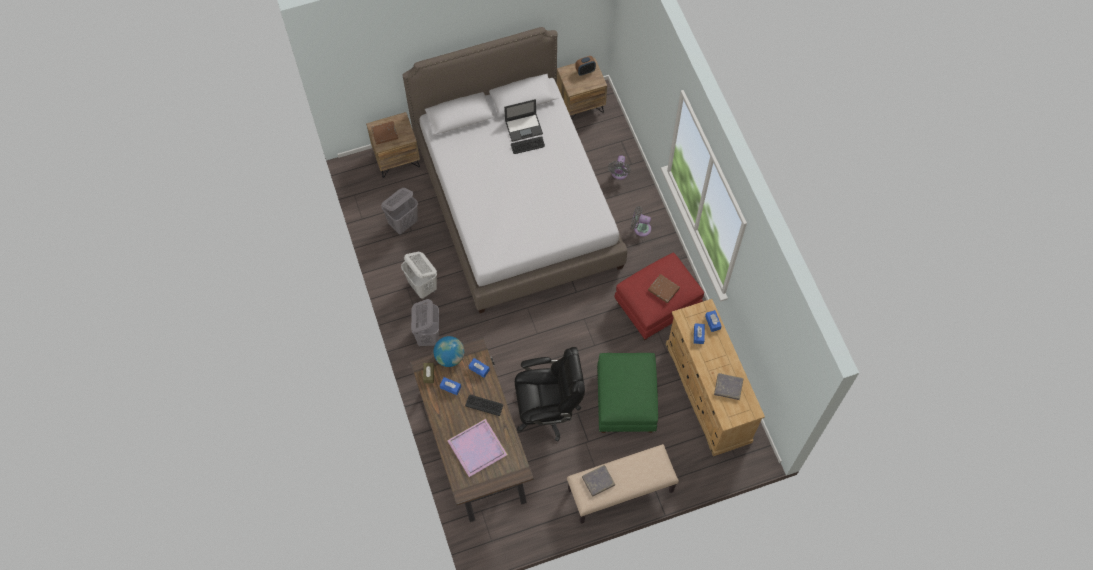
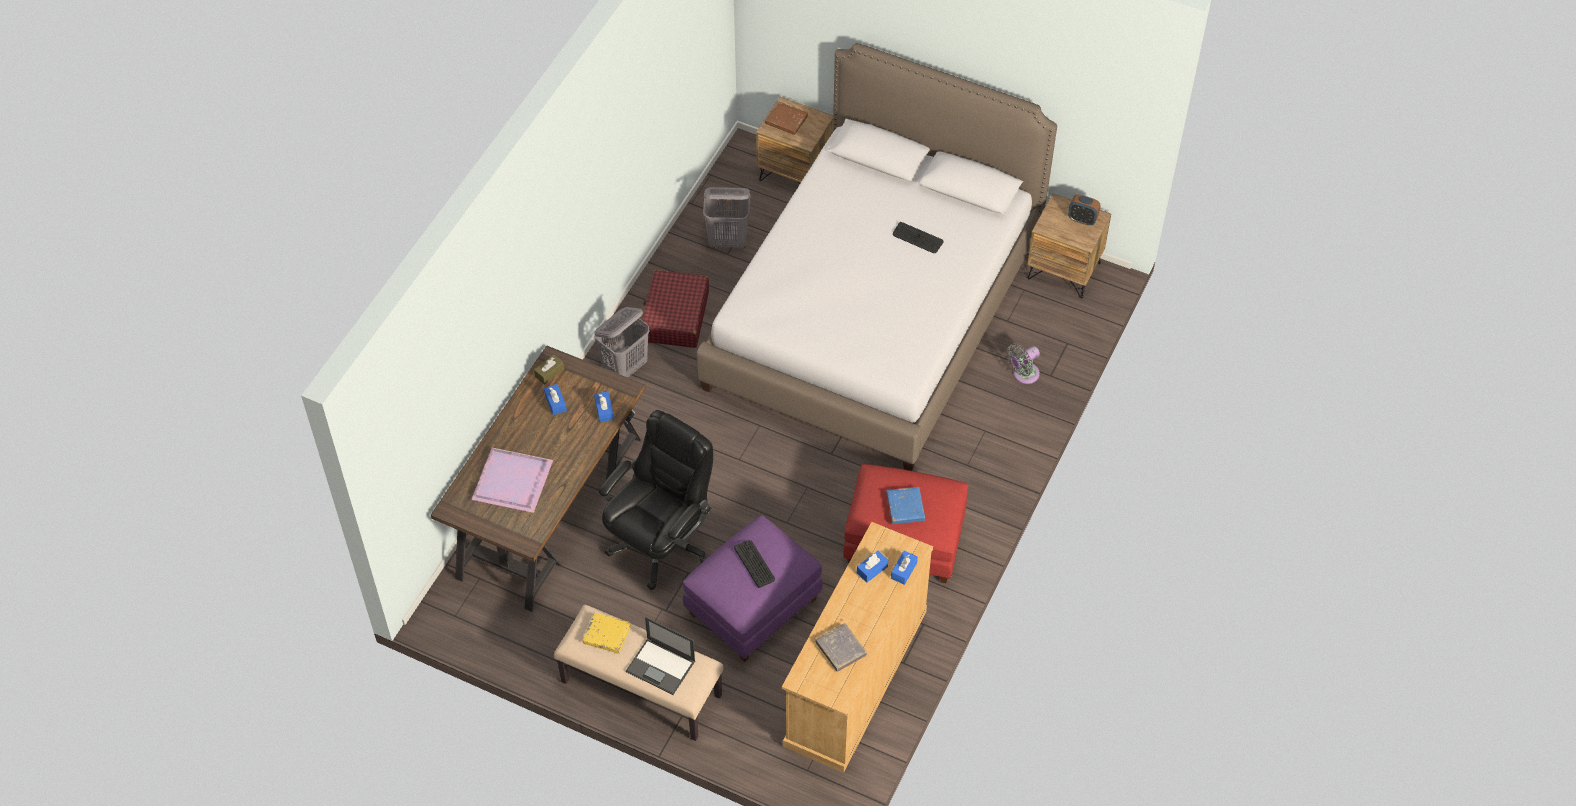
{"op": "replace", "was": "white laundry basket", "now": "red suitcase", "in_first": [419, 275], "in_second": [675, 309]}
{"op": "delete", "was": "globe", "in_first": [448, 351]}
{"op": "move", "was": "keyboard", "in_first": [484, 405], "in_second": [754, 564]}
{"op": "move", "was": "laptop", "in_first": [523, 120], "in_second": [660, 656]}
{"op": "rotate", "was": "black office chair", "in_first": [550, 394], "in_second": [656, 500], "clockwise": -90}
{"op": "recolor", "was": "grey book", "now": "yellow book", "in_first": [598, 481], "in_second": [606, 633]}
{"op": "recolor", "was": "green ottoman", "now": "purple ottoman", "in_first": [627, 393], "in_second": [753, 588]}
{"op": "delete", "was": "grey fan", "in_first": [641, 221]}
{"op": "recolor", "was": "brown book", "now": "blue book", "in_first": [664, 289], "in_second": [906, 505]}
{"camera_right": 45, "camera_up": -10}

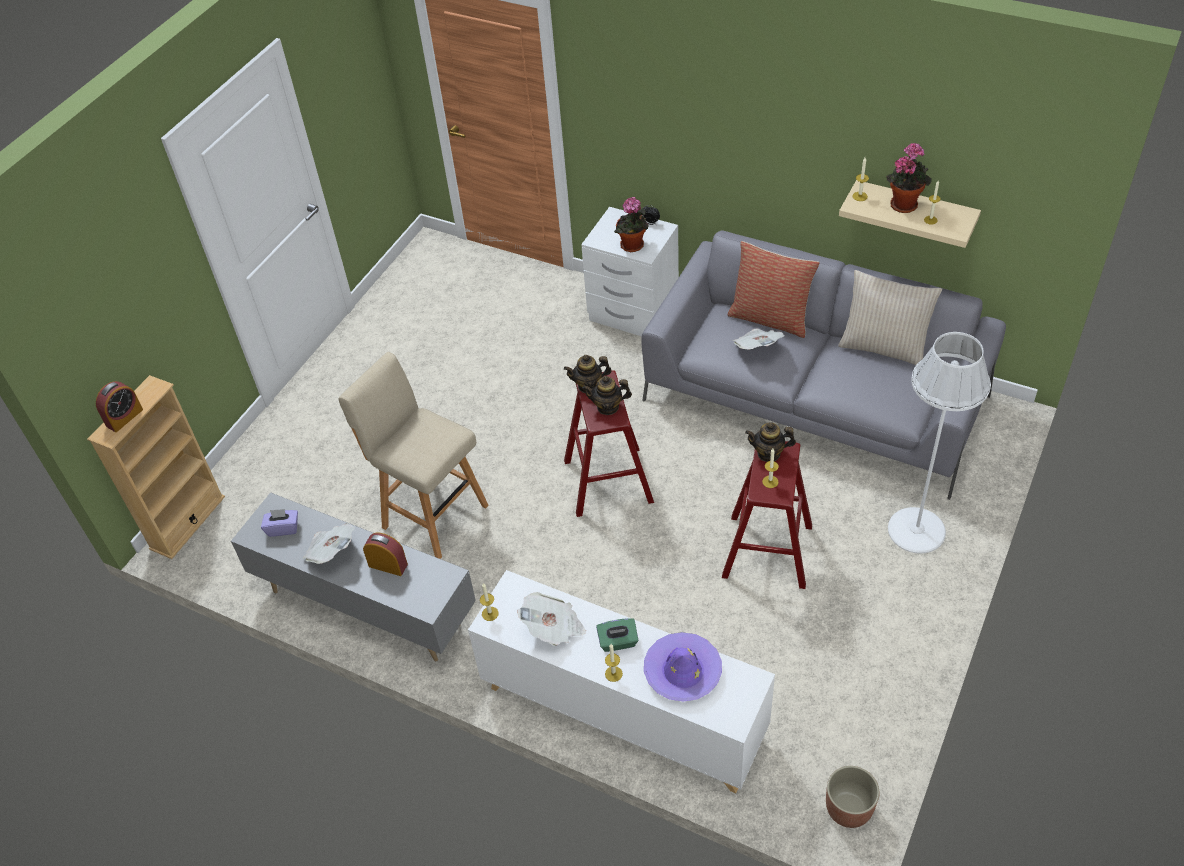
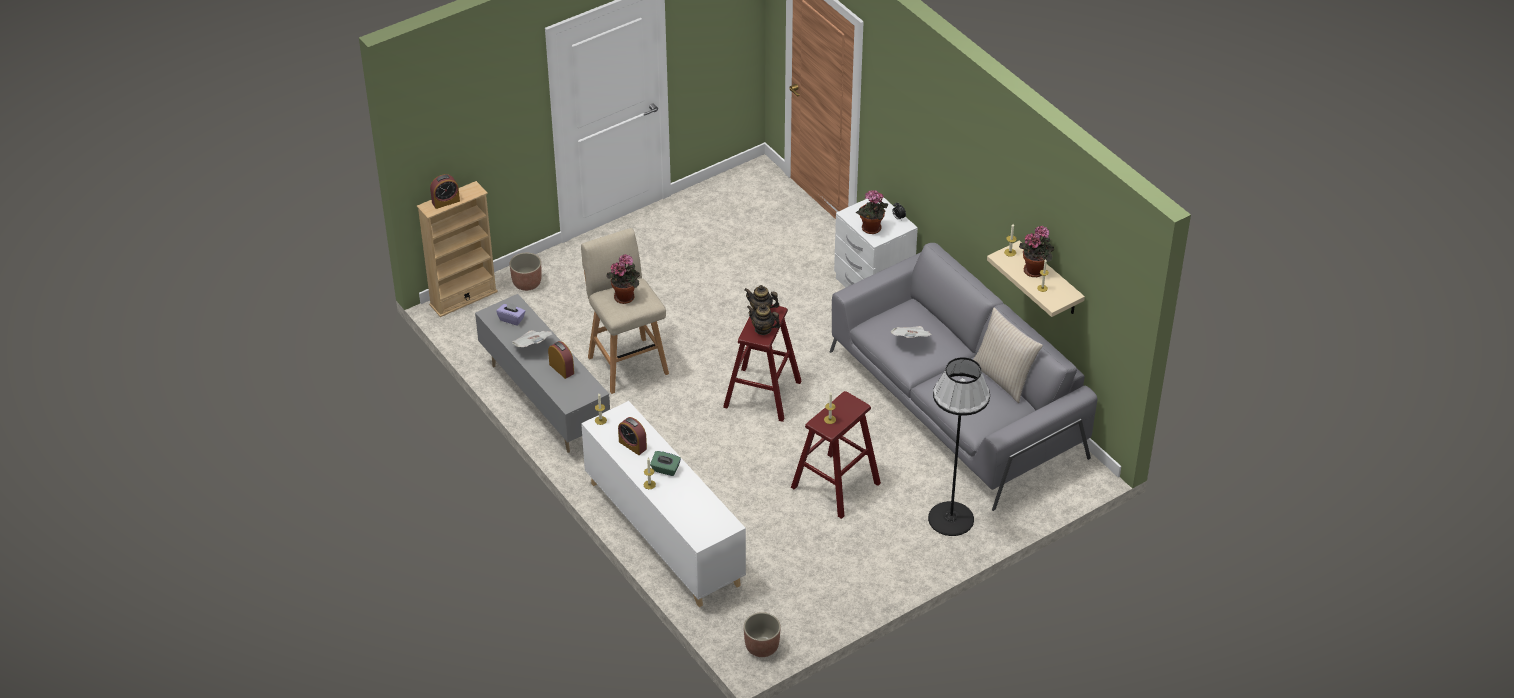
{"op": "replace", "was": "newspaper", "now": "alarm clock", "in_first": [551, 619], "in_second": [632, 436]}
{"op": "delete", "was": "purple hat", "in_first": [683, 667]}
{"op": "delete", "was": "pillow", "in_first": [774, 289]}
{"op": "delete", "was": "teapot", "in_first": [770, 442]}
{"op": "recolor", "was": "white floor lamp", "now": "black floor lamp", "in_first": [939, 443], "in_second": [959, 446]}
{"op": "insert", "now": "planter", "in_second": [525, 272]}
{"op": "insert", "now": "potted plant", "in_second": [623, 279]}
{"camera_right": 25, "camera_up": -5}

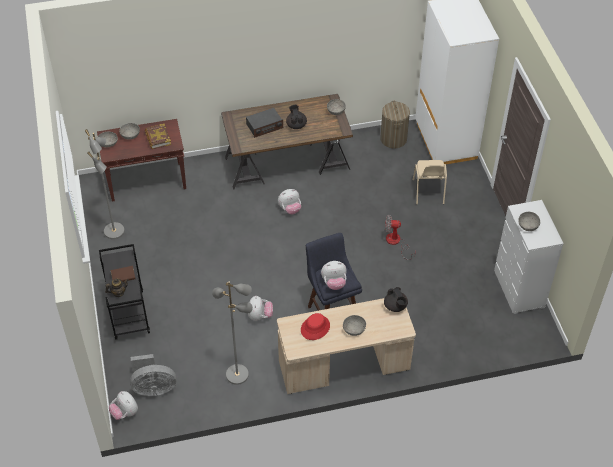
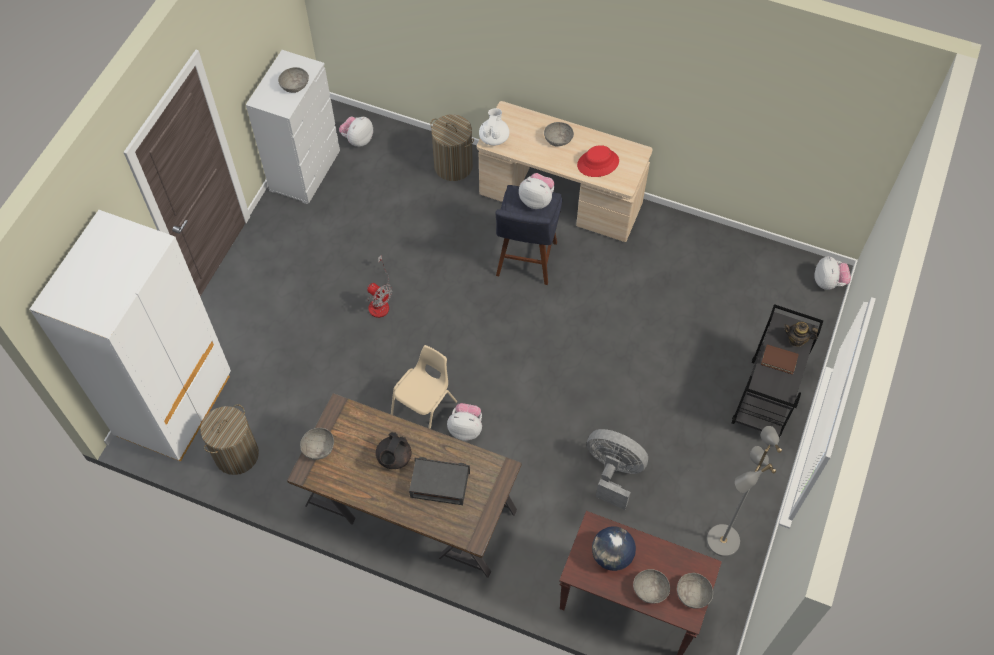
{"op": "move", "was": "grey fan", "in_first": [153, 375], "in_second": [617, 469]}
{"op": "replace", "was": "book", "now": "globe", "in_first": [158, 136], "in_second": [614, 548]}
{"op": "delete", "was": "grey floor lamp", "in_first": [232, 333]}
{"op": "move", "was": "plush toy", "in_first": [260, 308], "in_second": [356, 132]}
{"op": "recolor", "was": "black teapot", "now": "white teapot", "in_first": [396, 299], "in_second": [494, 127]}
{"op": "move", "was": "beige chair", "in_first": [430, 182], "in_second": [424, 387]}
{"op": "insert", "now": "laundry basket", "in_second": [452, 147]}
{"camera_right": -145, "camera_up": 10}

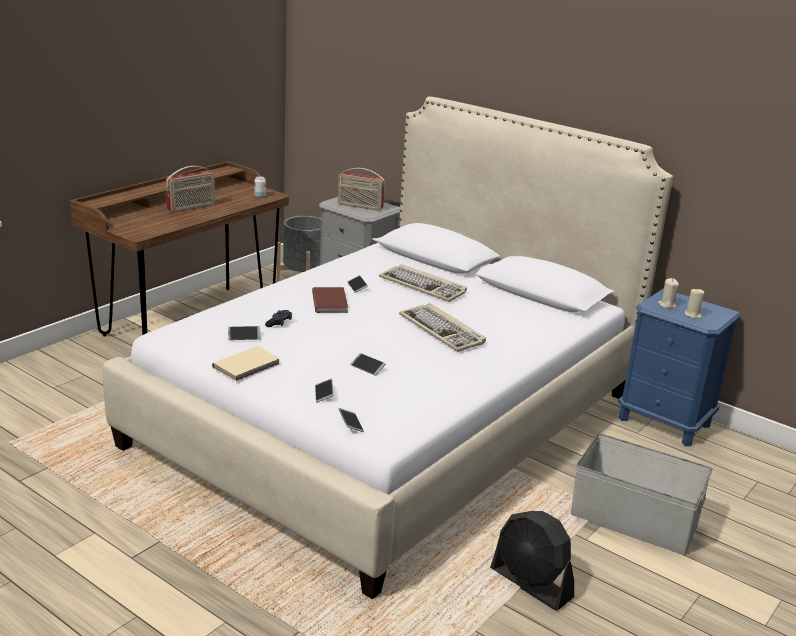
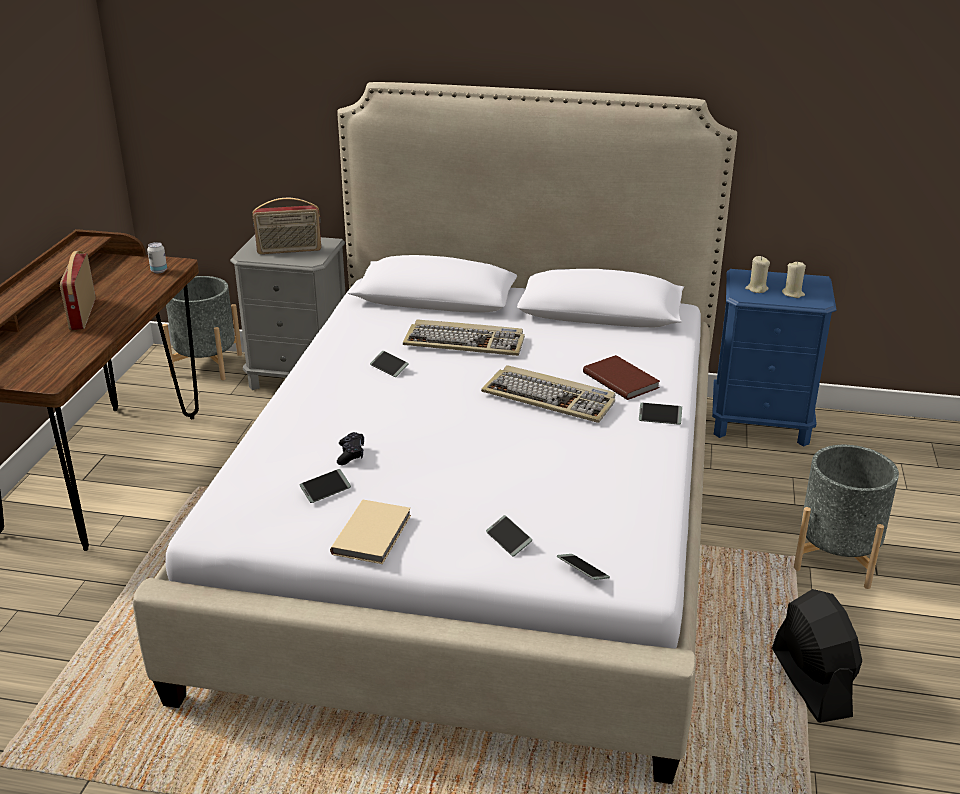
{"op": "rotate", "was": "radio", "in_first": [190, 189], "in_second": [78, 290], "clockwise": 150}
{"op": "move", "was": "brown book", "in_first": [330, 300], "in_second": [621, 377]}
{"op": "move", "was": "phone", "in_first": [368, 364], "in_second": [660, 414]}
{"op": "rotate", "was": "black fan", "in_first": [532, 561], "in_second": [817, 656], "clockwise": -120}
{"op": "replace", "was": "grey storage box", "now": "grey planter", "in_first": [642, 494], "in_second": [846, 517]}
{"camera_right": -25, "camera_up": 5}

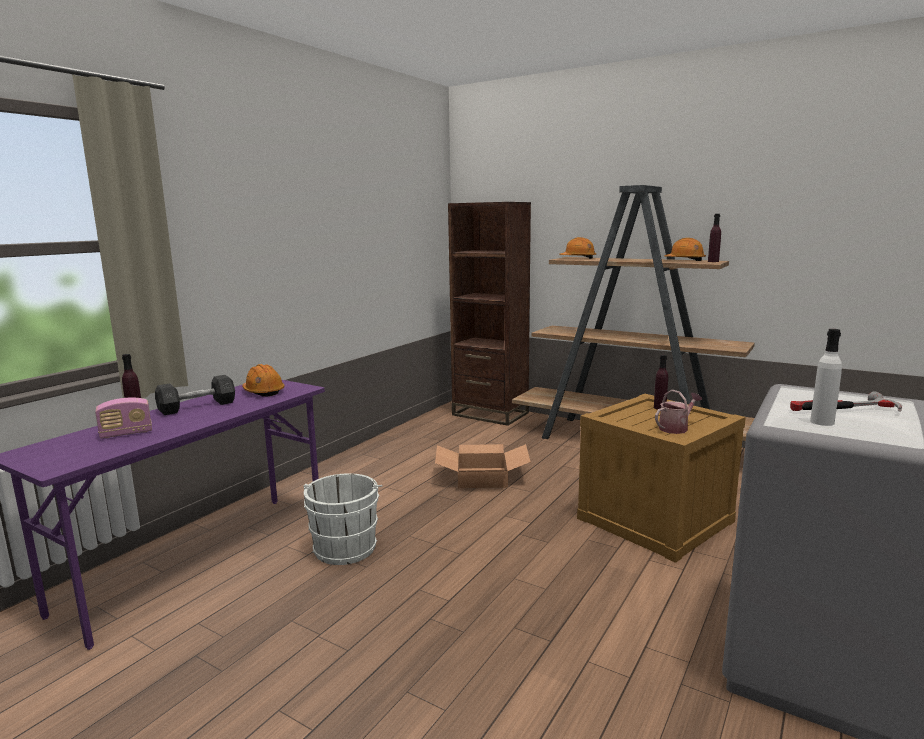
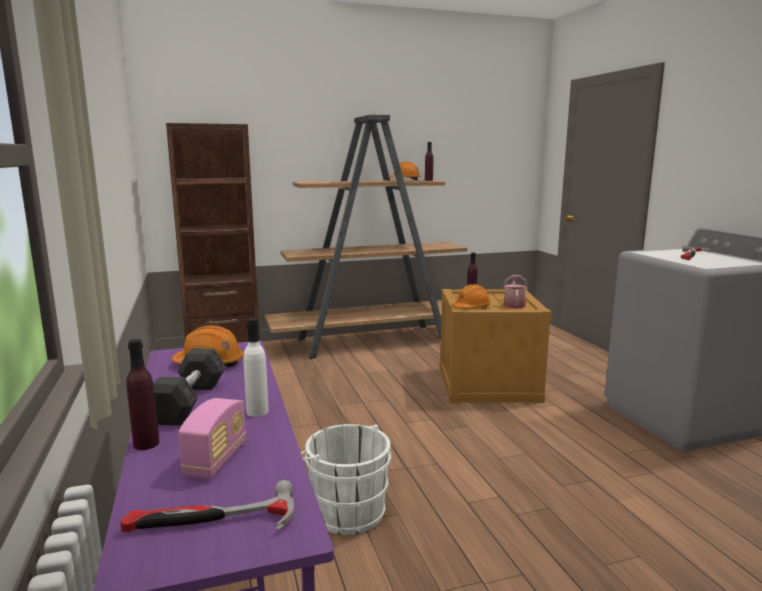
{"op": "delete", "was": "cardboard box", "in_first": [483, 466]}
{"op": "move", "was": "orange hard hat", "in_first": [577, 248], "in_second": [471, 296]}
{"op": "move", "was": "white bottle", "in_first": [826, 377], "in_second": [256, 367]}
{"op": "insert", "now": "hammer", "in_second": [207, 506]}
{"camera_right": -50, "camera_up": 0}

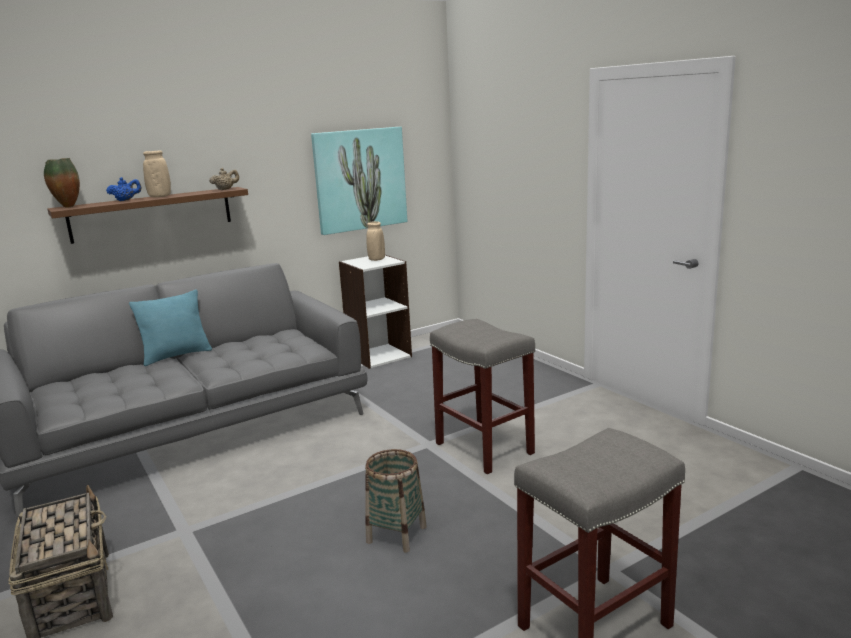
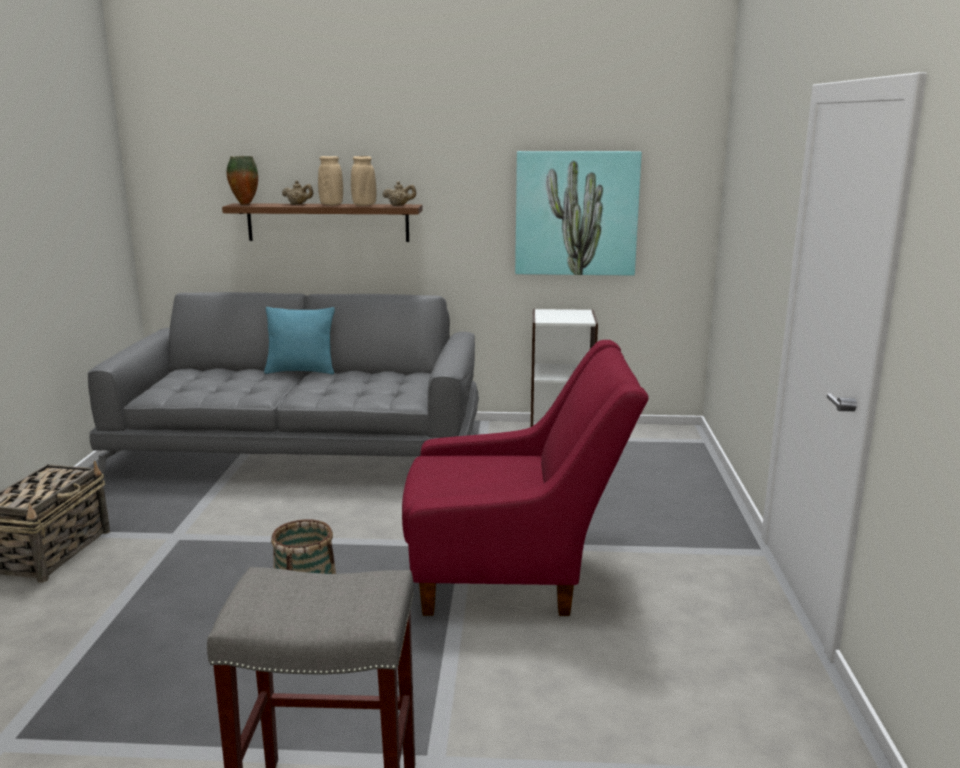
{"op": "recolor", "was": "blue teapot", "now": "beige teapot", "in_first": [124, 189], "in_second": [297, 192]}
{"op": "move", "was": "beige vase", "in_first": [376, 241], "in_second": [364, 181]}
{"op": "replace", "was": "grey stool", "now": "red armchair", "in_first": [482, 396], "in_second": [525, 478]}
{"camera_right": 35, "camera_up": 0}

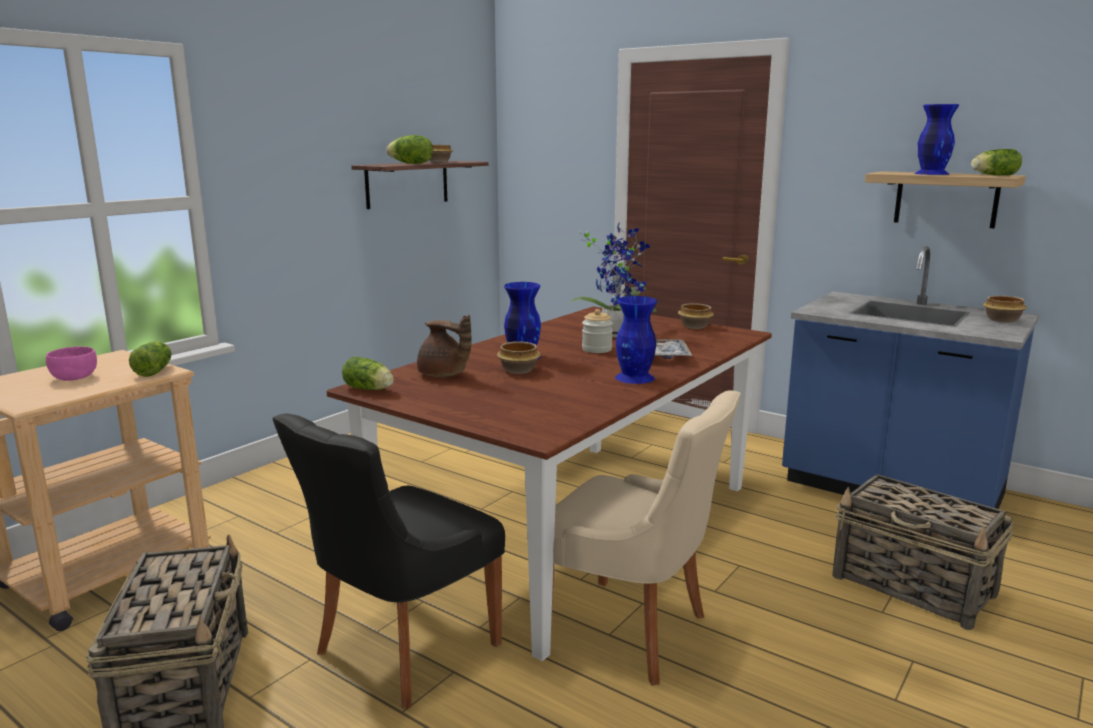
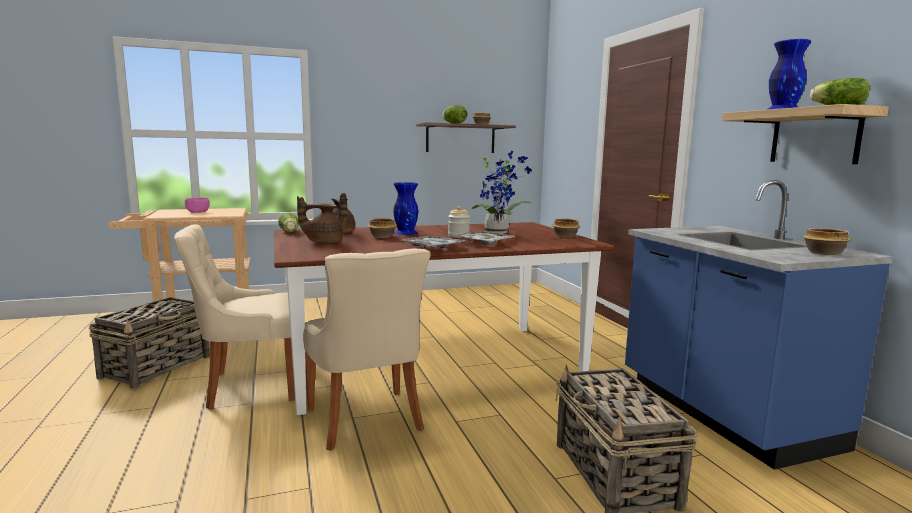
{"op": "delete", "was": "lettuce", "in_first": [150, 359]}
{"op": "recolor", "was": "black chair", "now": "beige chair", "in_first": [389, 561], "in_second": [234, 317]}
{"op": "replace", "was": "blue vase", "now": "tray", "in_first": [636, 340], "in_second": [433, 242]}
{"op": "insert", "now": "brown teapot", "in_second": [320, 219]}
{"camera_right": 35, "camera_up": -5}

